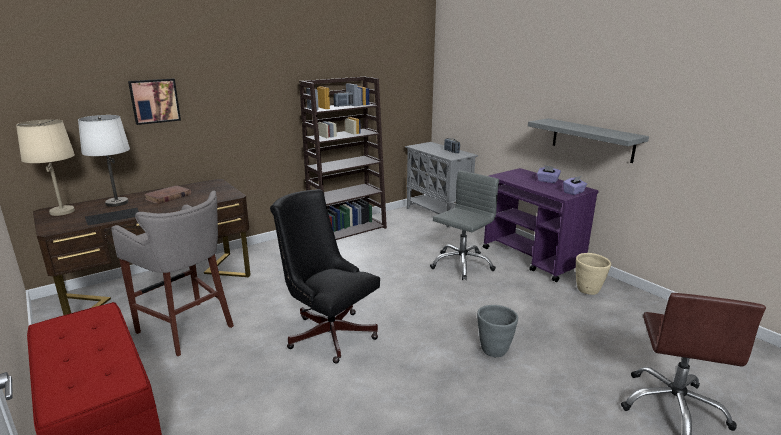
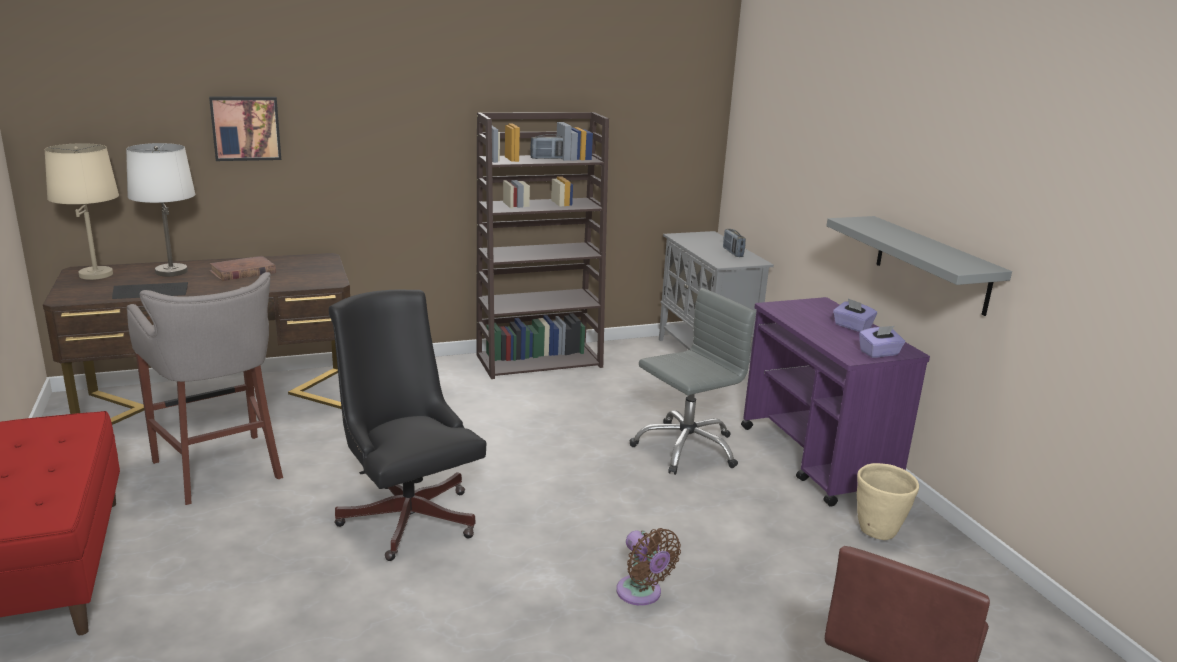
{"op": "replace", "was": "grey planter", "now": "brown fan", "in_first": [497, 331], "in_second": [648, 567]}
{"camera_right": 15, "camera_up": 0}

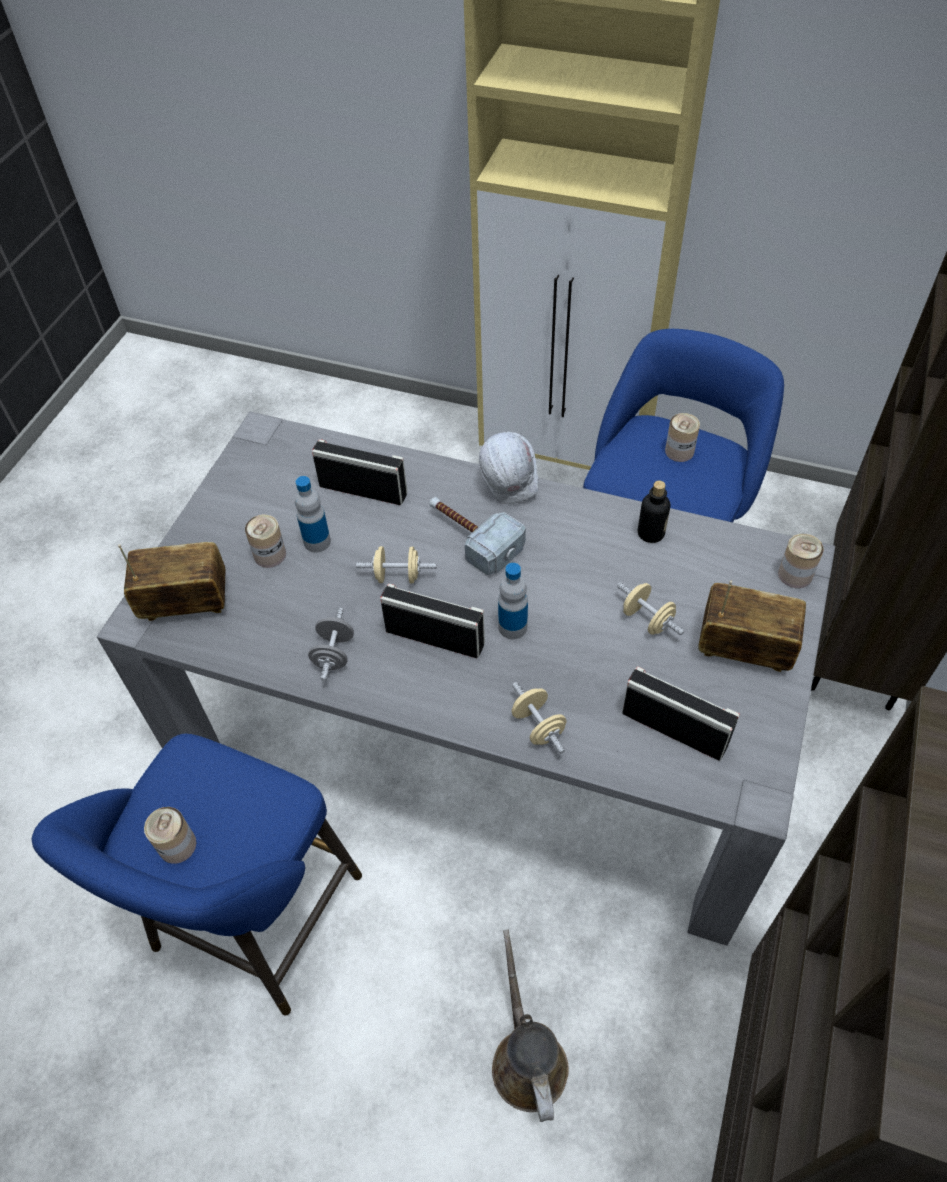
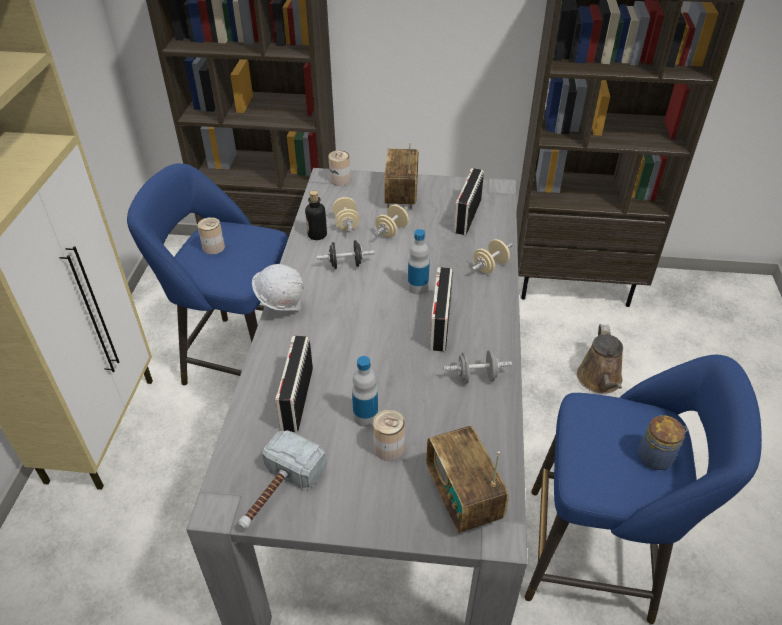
{"op": "replace", "was": "can", "now": "jar", "in_first": [170, 835], "in_second": [663, 442]}
{"op": "move", "was": "beige dumbbell", "in_first": [396, 565], "in_second": [346, 214]}
{"op": "move", "was": "hammer", "in_first": [478, 536], "in_second": [283, 479]}
{"op": "rotate", "was": "brown watering can", "in_first": [530, 1026], "in_second": [600, 359], "clockwise": -60}
{"op": "insert", "now": "black dumbbell", "in_second": [345, 254]}
{"camera_right": -105, "camera_up": -10}

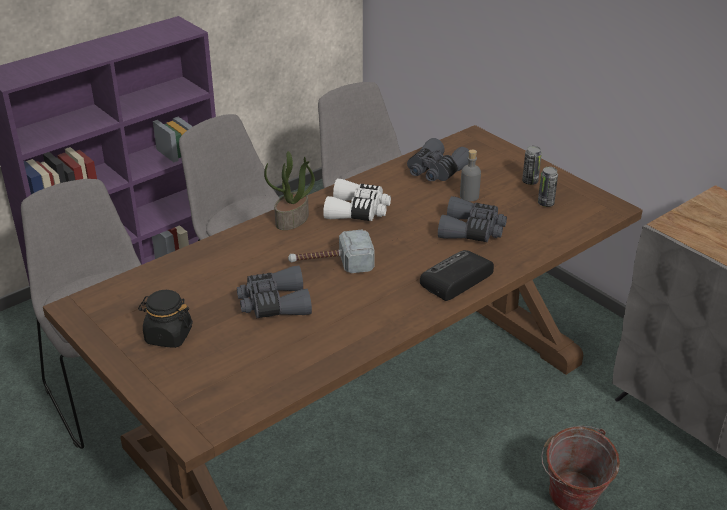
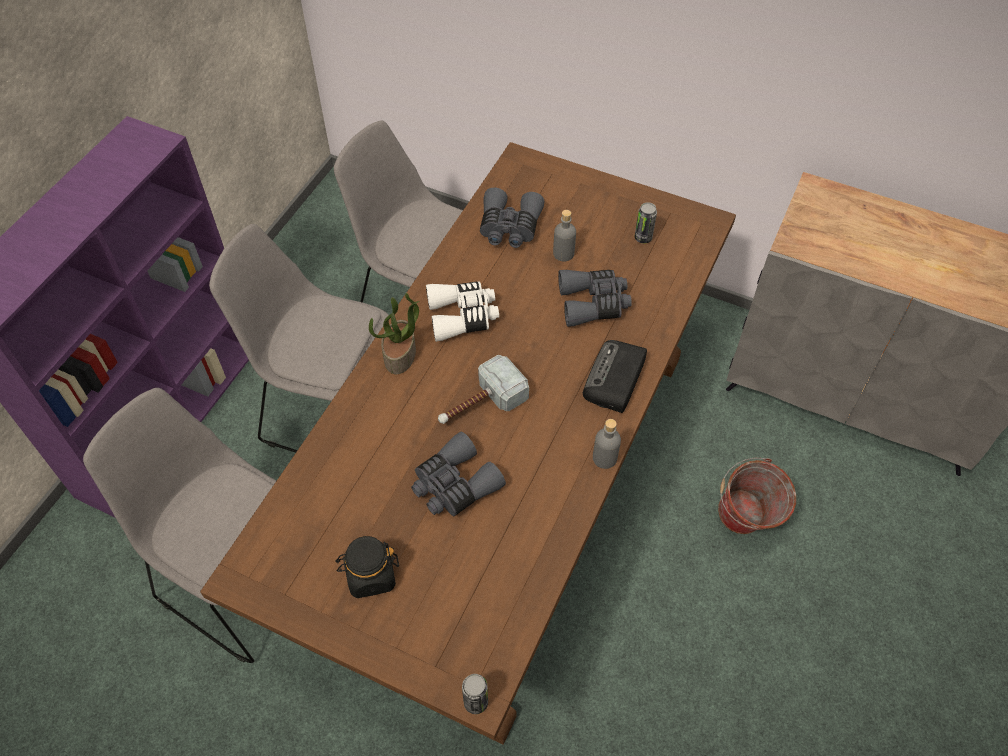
{"op": "move", "was": "can", "in_first": [532, 165], "in_second": [475, 694]}
{"op": "insert", "now": "grey bottle", "in_second": [607, 444]}
{"camera_right": -25, "camera_up": 20}

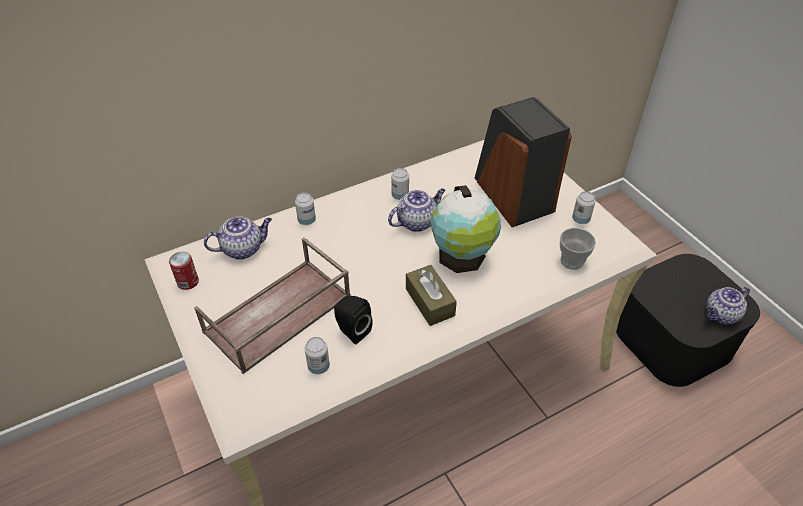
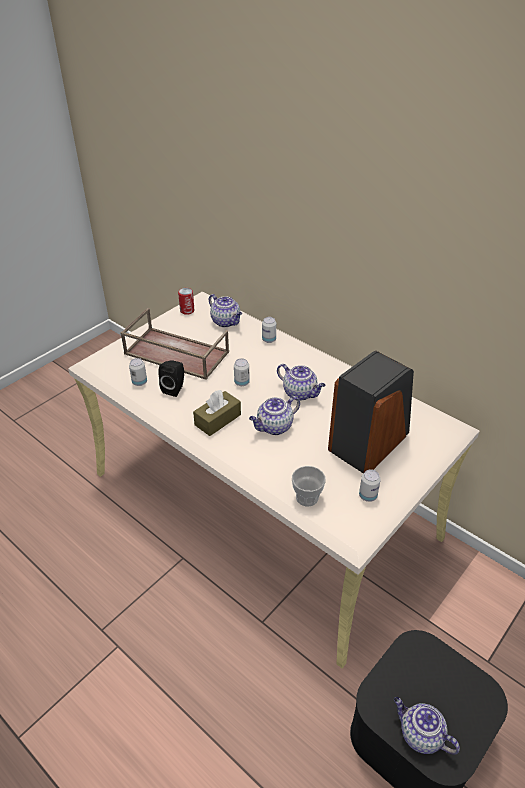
{"op": "move", "was": "can", "in_first": [400, 184], "in_second": [242, 372]}
{"op": "replace", "was": "globe", "now": "teapot", "in_first": [465, 229], "in_second": [274, 415]}
{"camera_right": 70, "camera_up": -5}

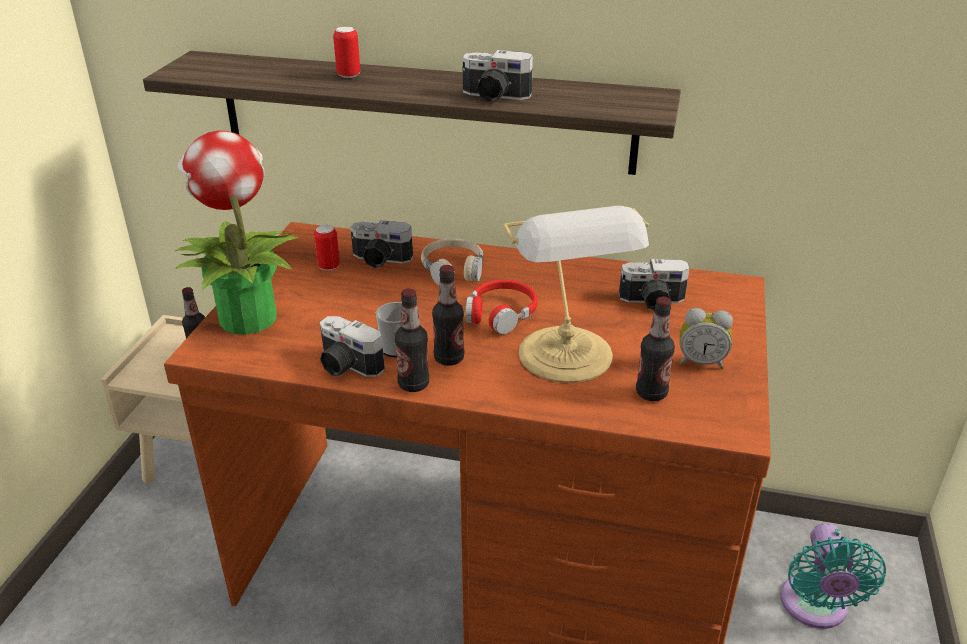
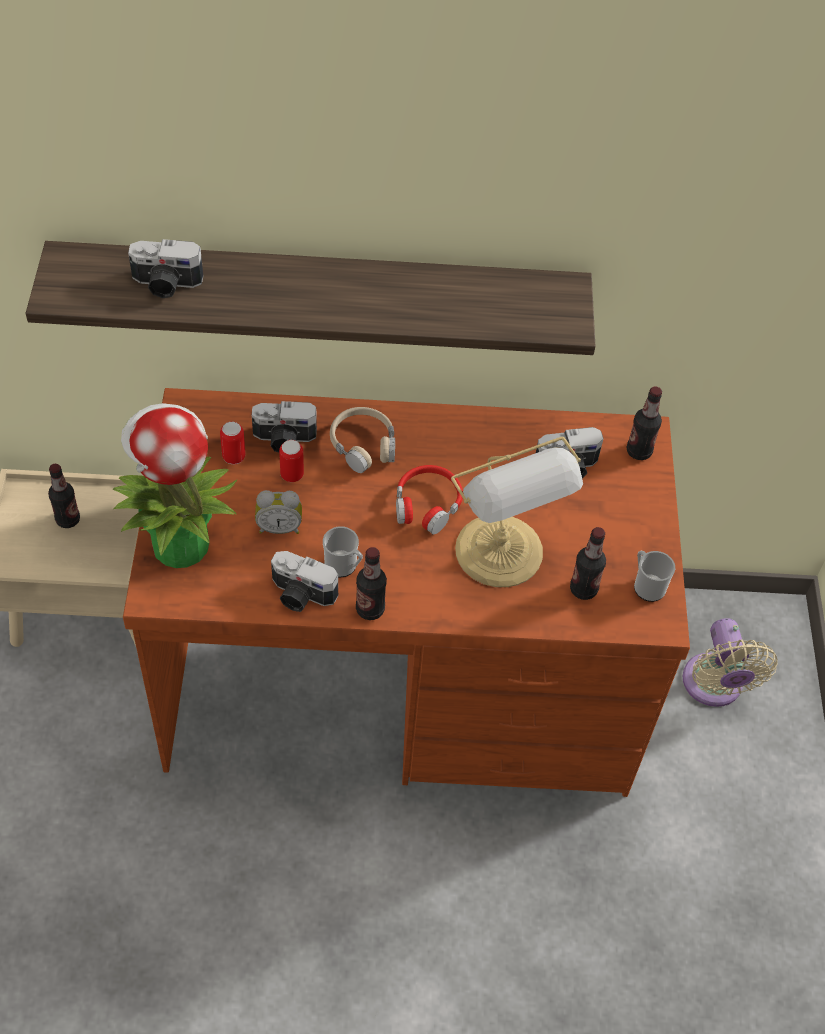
{"op": "move", "was": "can", "in_first": [346, 52], "in_second": [291, 461]}
{"op": "move", "was": "bottle", "in_first": [448, 315], "in_second": [644, 423]}
{"op": "move", "was": "photo camera", "in_first": [497, 76], "in_second": [165, 268]}
{"op": "move", "was": "alarm clock", "in_first": [706, 338], "in_second": [278, 512]}
{"op": "recolor", "was": "turquoise fan", "now": "beige fan", "in_first": [833, 576], "in_second": [730, 662]}
{"op": "insert", "now": "mug", "in_second": [654, 576]}
{"camera_right": -15, "camera_up": 20}

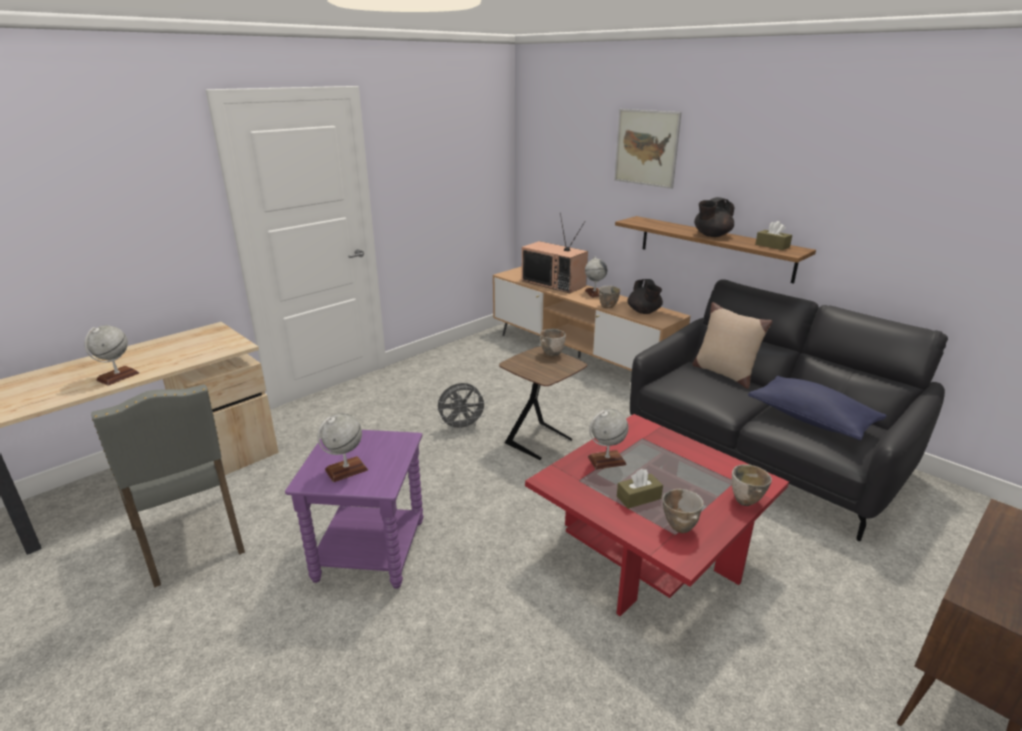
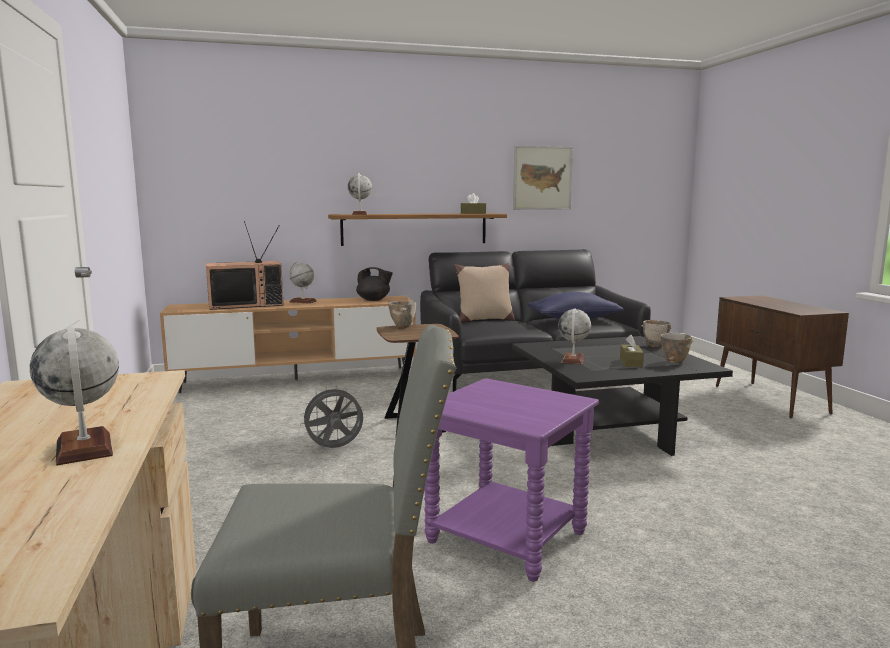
{"op": "move", "was": "globe", "in_first": [342, 448], "in_second": [360, 194]}
{"op": "rotate", "was": "grey fan", "in_first": [462, 407], "in_second": [332, 416], "clockwise": -120}
{"op": "recolor", "was": "red coffee table", "now": "black coffee table", "in_first": [657, 515], "in_second": [622, 396]}
{"op": "delete", "was": "bowl", "in_first": [609, 297]}
{"op": "move", "was": "picture", "in_first": [647, 149], "in_second": [543, 178]}
{"op": "delete", "was": "black teapot", "in_first": [714, 217]}
{"camera_right": -60, "camera_up": -15}

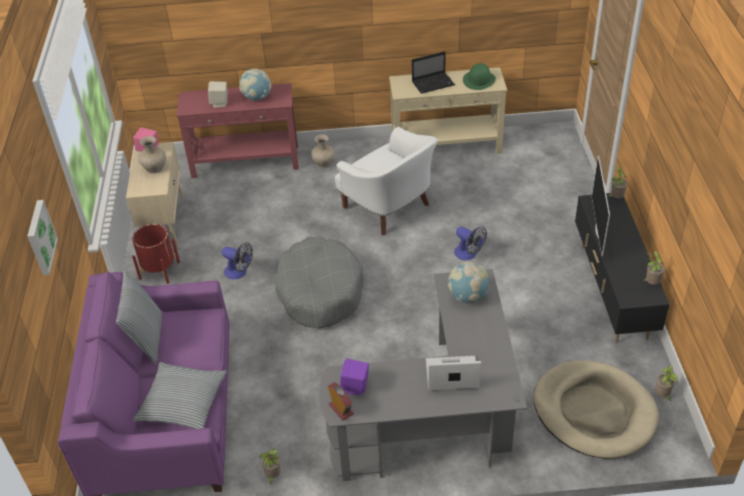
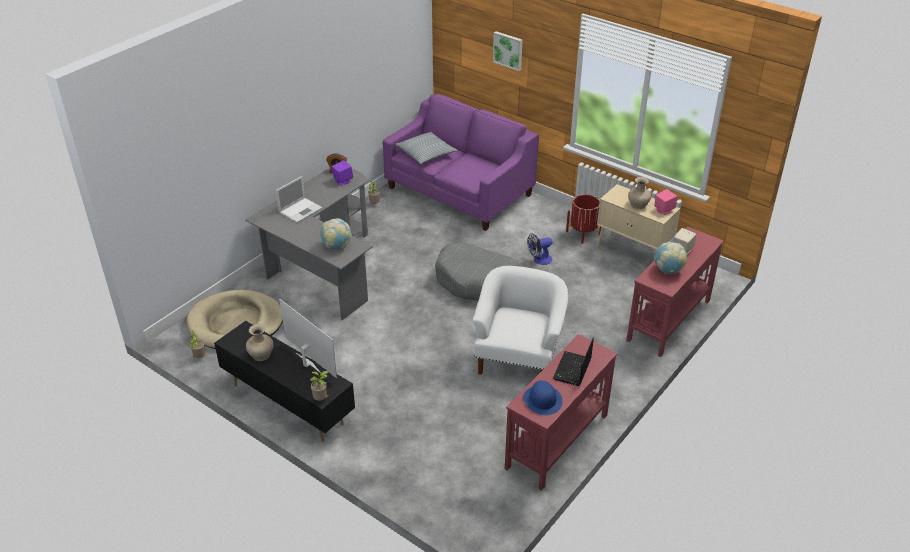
{"op": "delete", "was": "pillow", "in_first": [139, 317]}
{"op": "move", "was": "beige vase", "in_first": [323, 151], "in_second": [259, 342]}
{"op": "rotate", "was": "white armchair", "in_first": [386, 181], "in_second": [520, 320], "clockwise": 105}
{"op": "recolor", "was": "beige console table", "now": "red console table", "in_first": [448, 110], "in_second": [561, 412]}
{"op": "delete", "was": "fan", "in_first": [470, 243]}
{"op": "recolor", "was": "green hat", "now": "blue hat", "in_first": [479, 76], "in_second": [543, 398]}
{"op": "delete", "was": "potted plant", "in_first": [653, 267]}
{"camera_right": 130, "camera_up": -5}

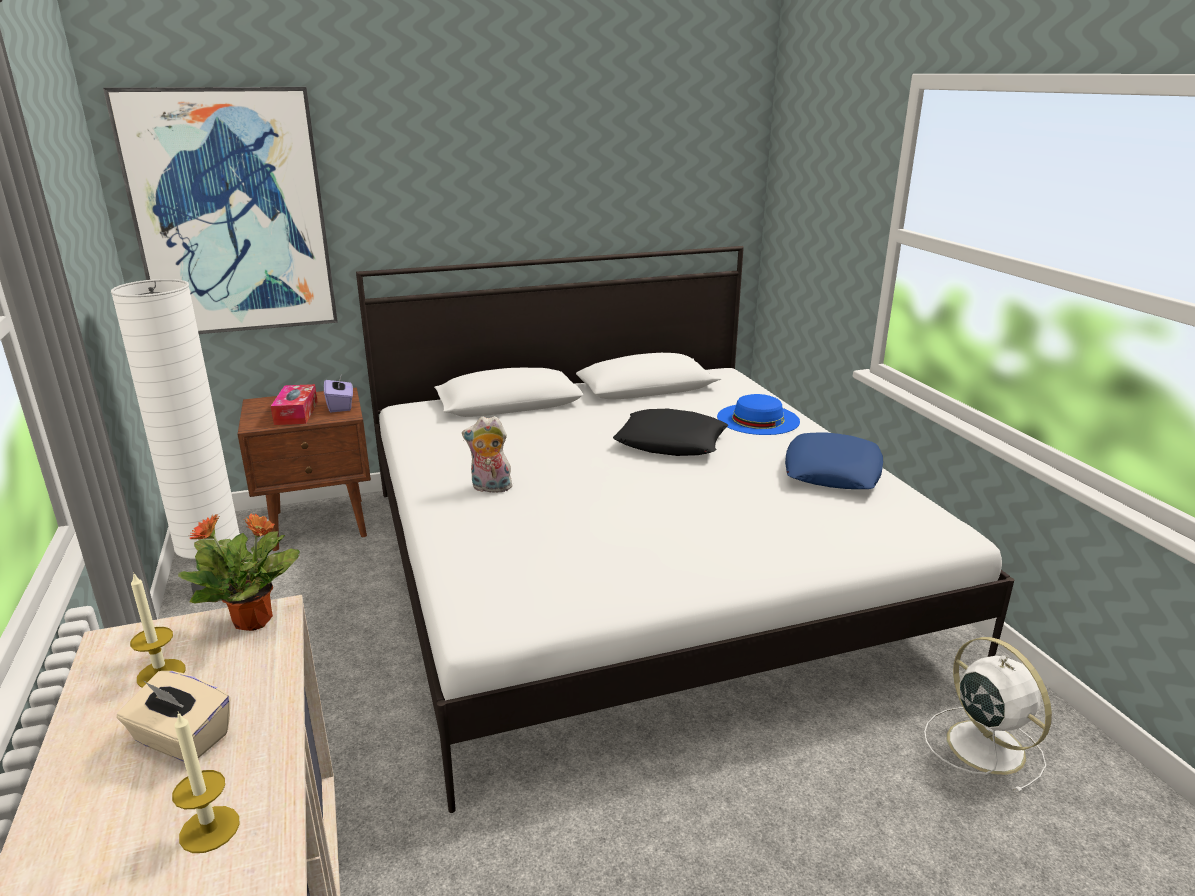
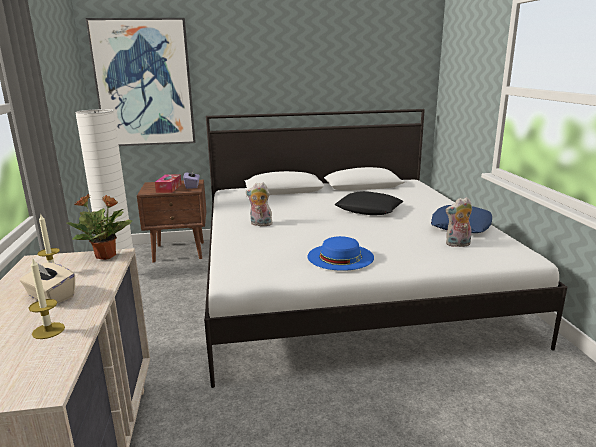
{"op": "move", "was": "blue hat", "in_first": [758, 414], "in_second": [341, 253]}
{"op": "delete", "was": "white fan", "in_first": [988, 715]}
{"op": "insert", "now": "plush toy", "in_second": [459, 222]}
{"camera_right": 10, "camera_up": -5}

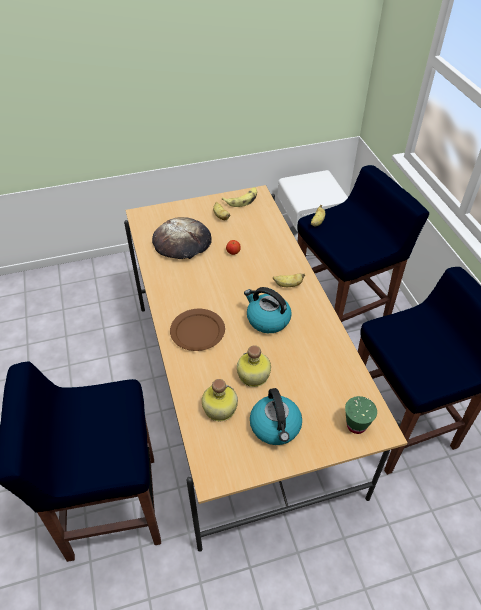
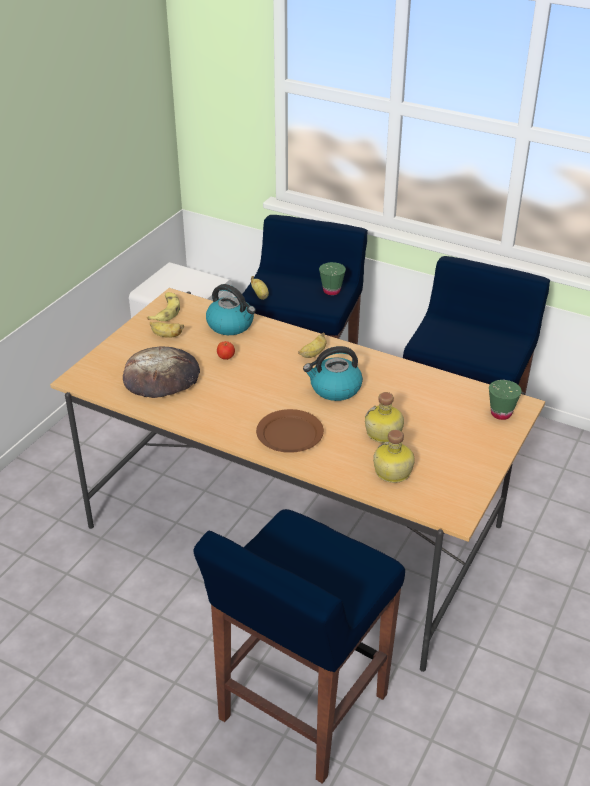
{"op": "move", "was": "kettle", "in_first": [276, 416], "in_second": [231, 309]}
{"op": "insert", "now": "green cup", "in_second": [332, 278]}
{"camera_right": -45, "camera_up": -10}

